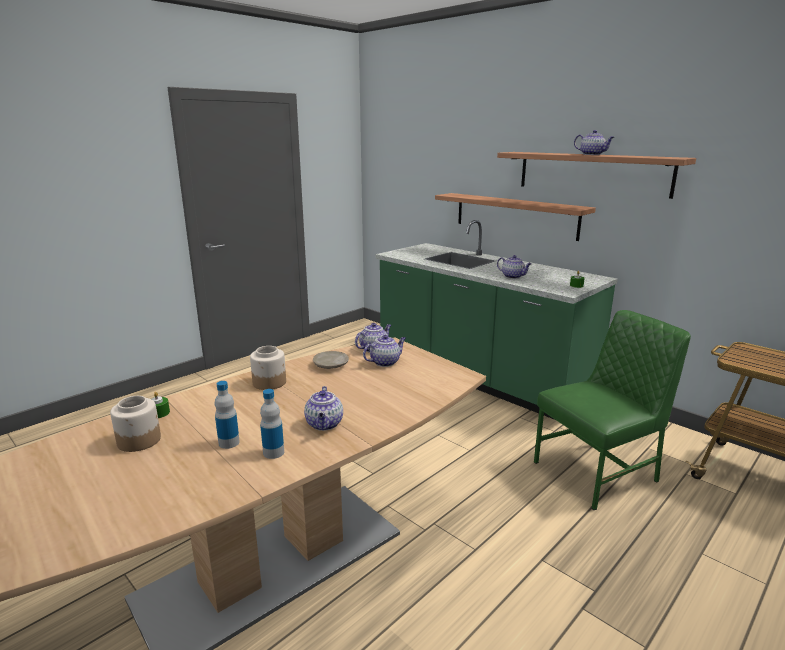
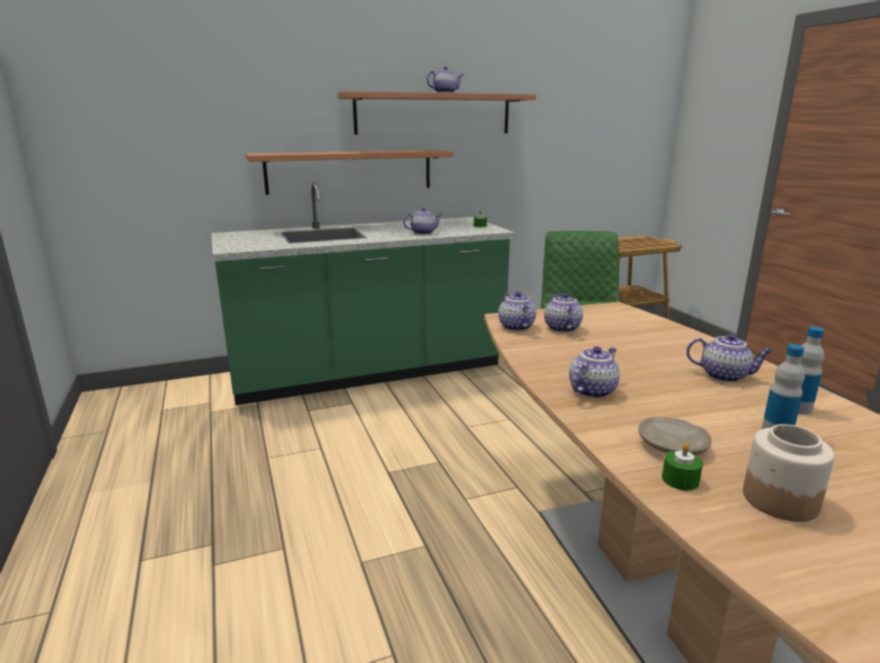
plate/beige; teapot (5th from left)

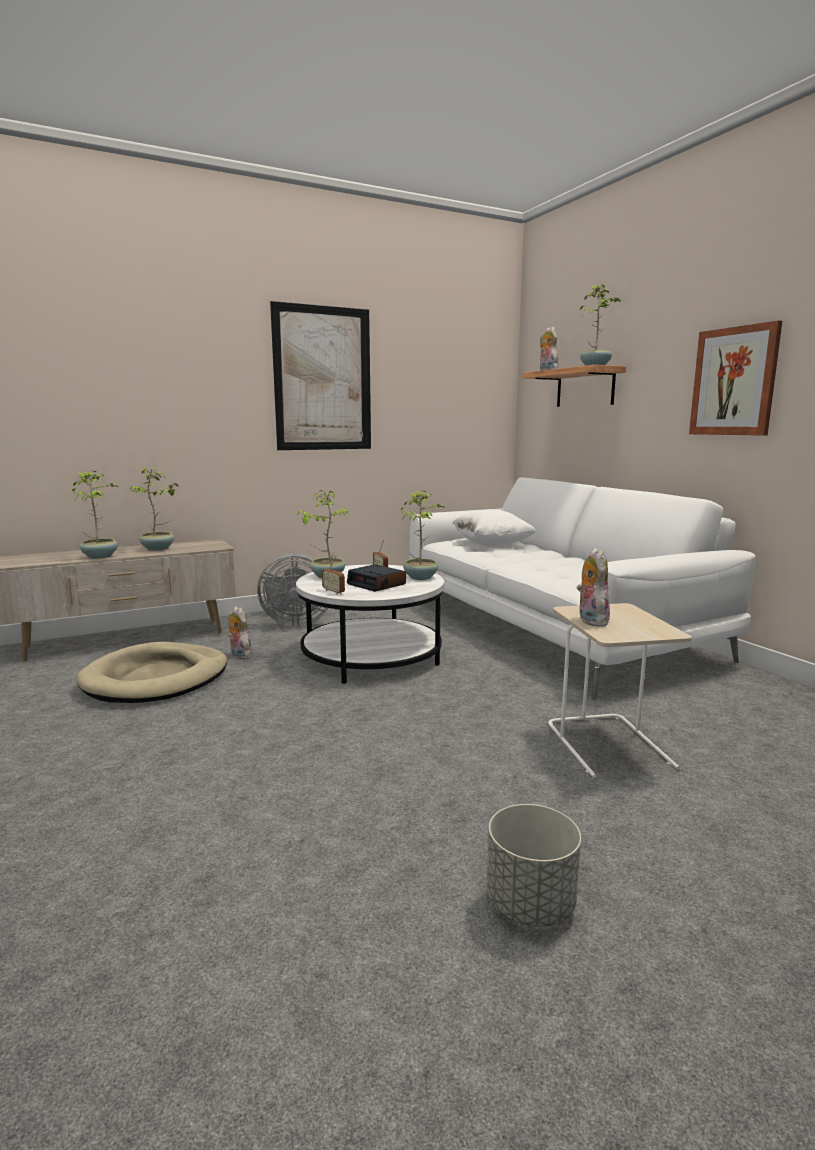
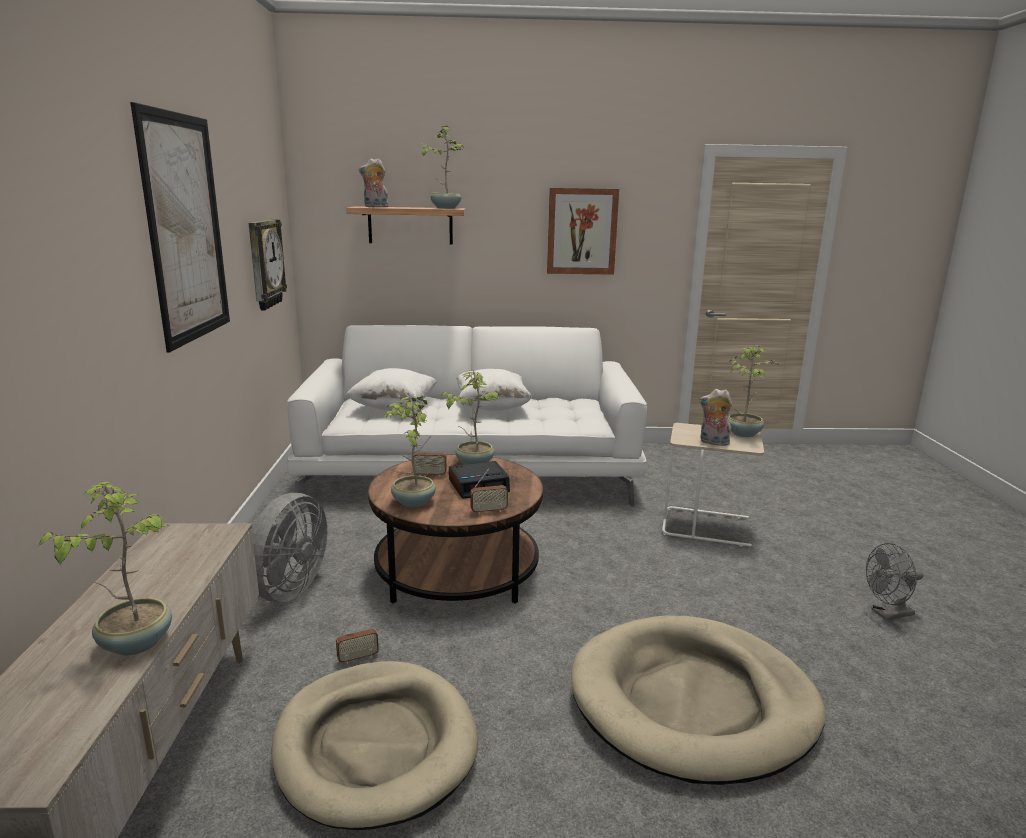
wall clock; pillow/white (2nd from left); dog bed/beige (2nd from left); potted plant (5th from left); radio (1st from left); fan/grey (2nd from left); coffee table/brown

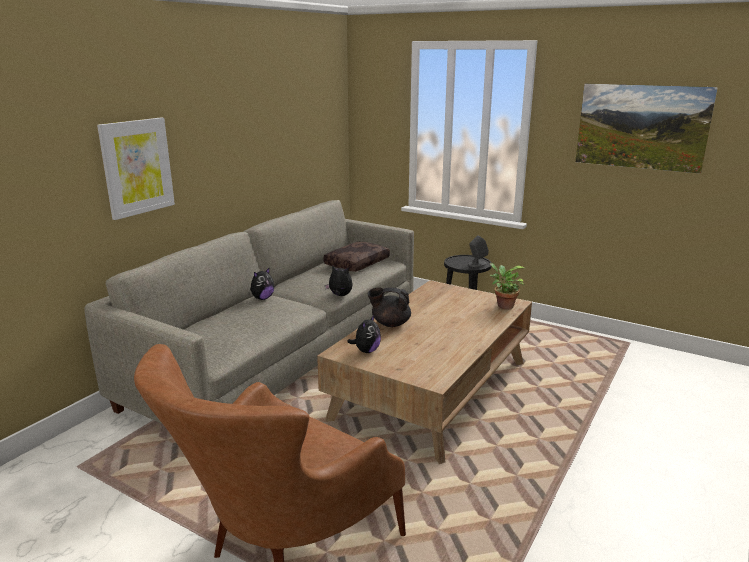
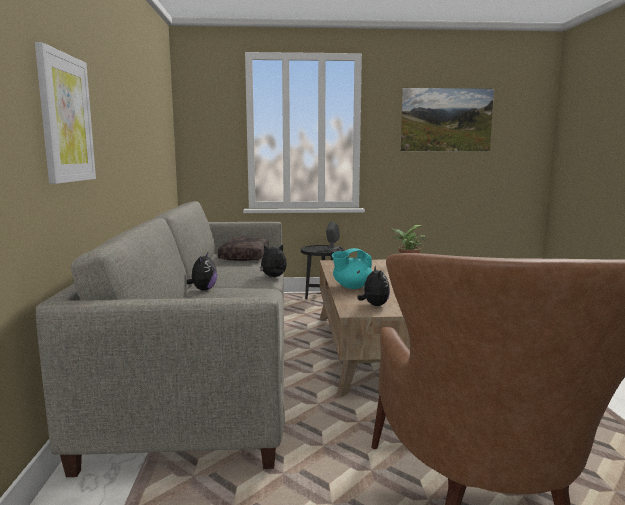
teapot/turquoise

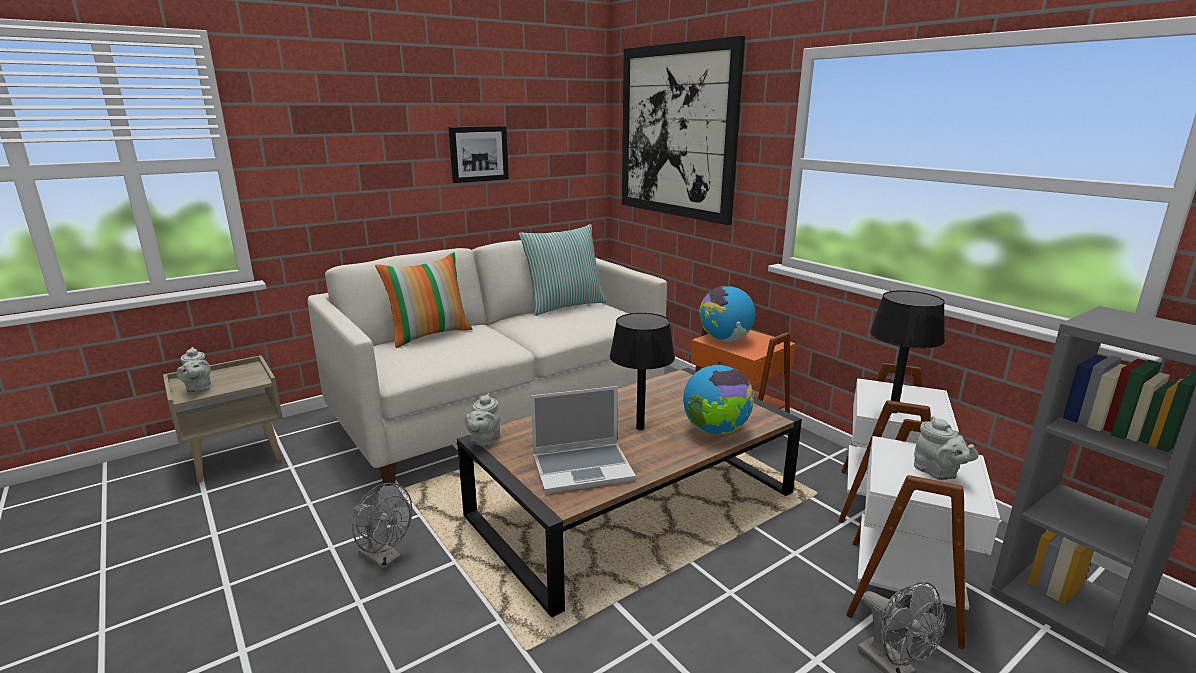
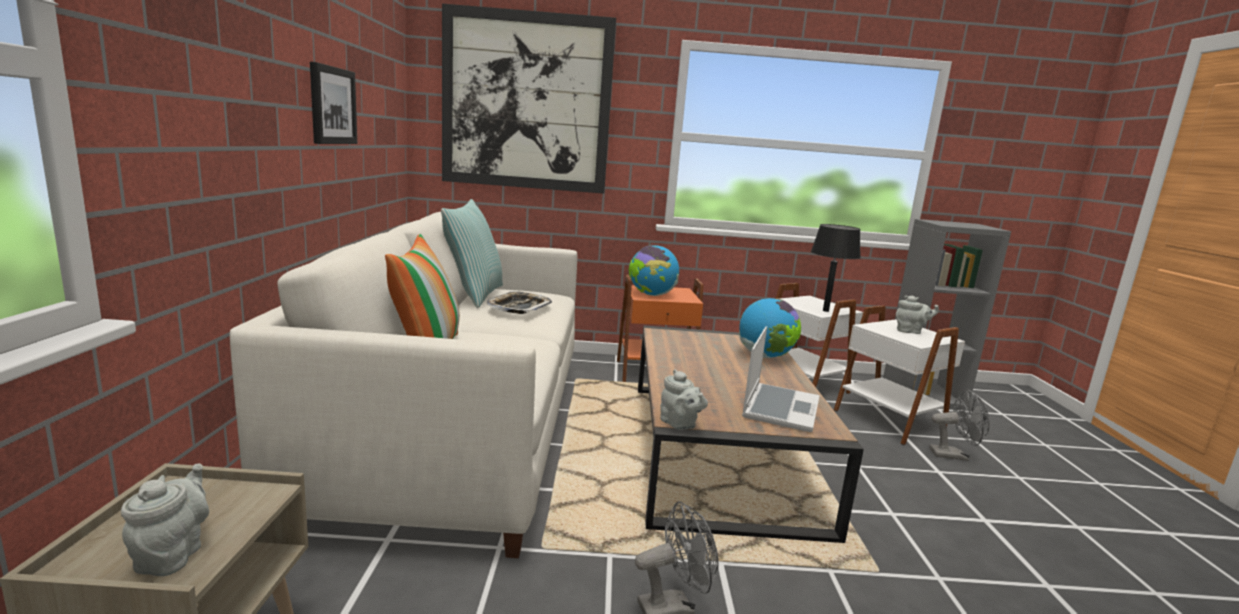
table lamp/black (1st from left in the first image); tray; teapot/grey (1st from left)

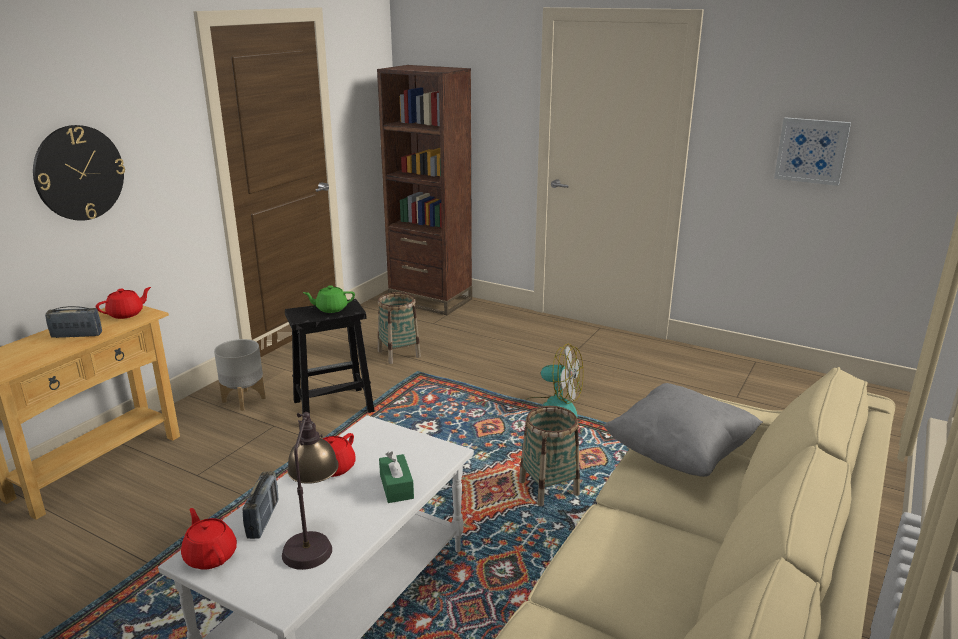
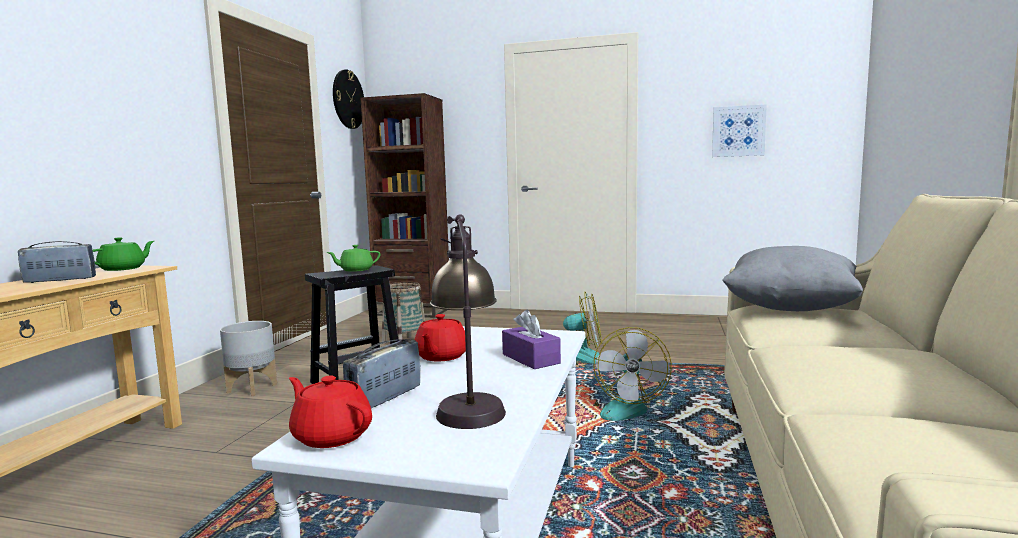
wall clock; fan (2nd from left); teapot/green (1st from left); tissue box/purple; radio (2nd from left)

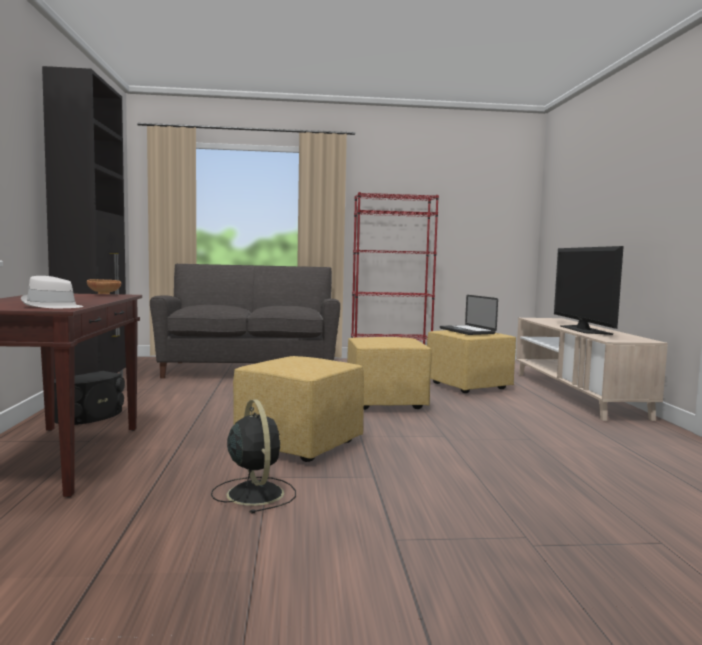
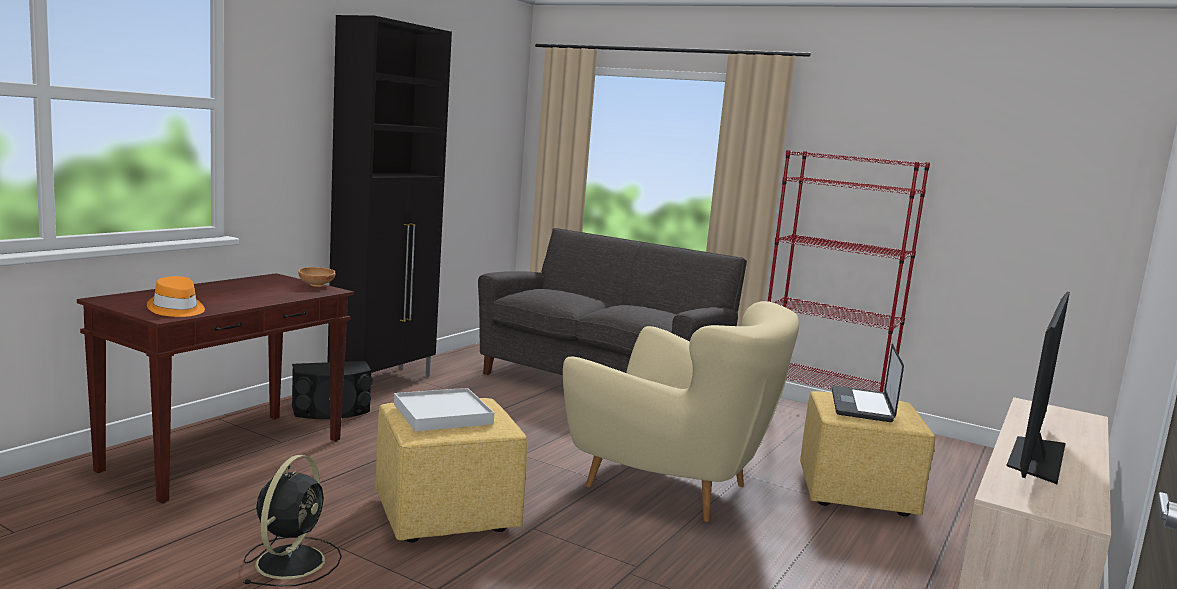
tray/white; armchair/beige; hat/orange

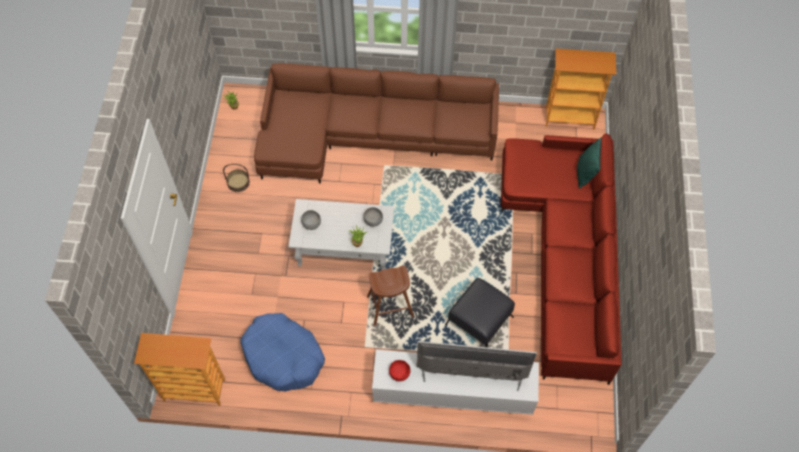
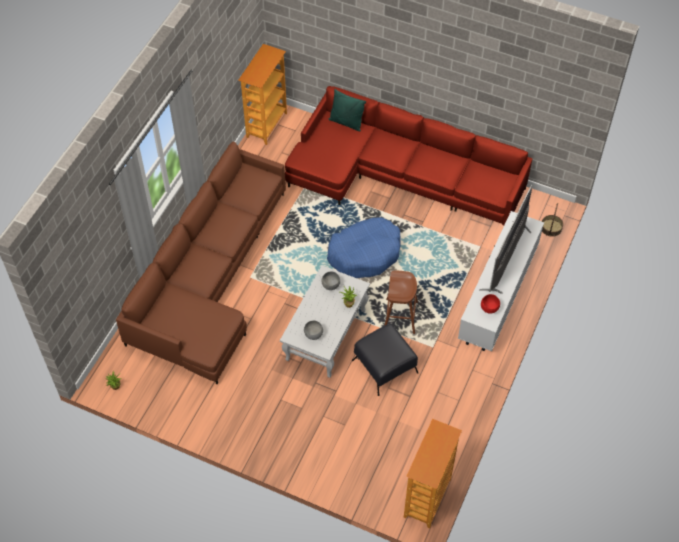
basket; dog bed/blue; ottoman/black

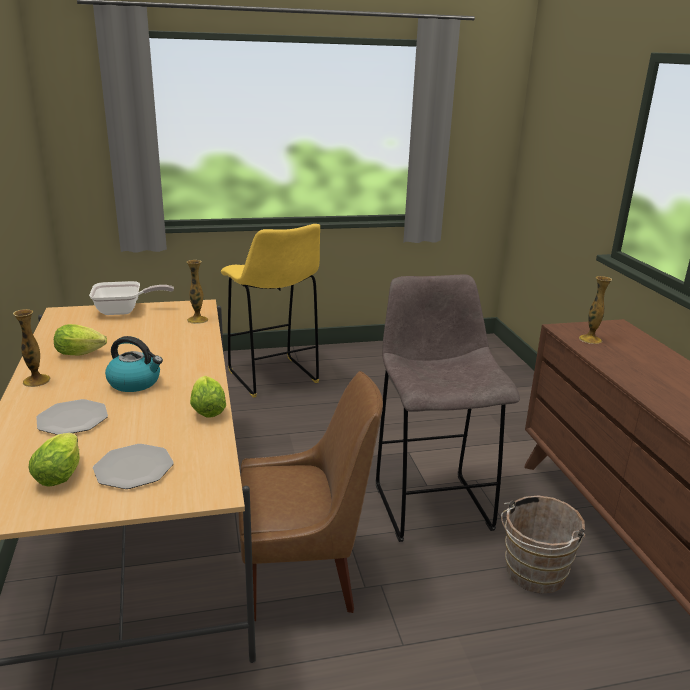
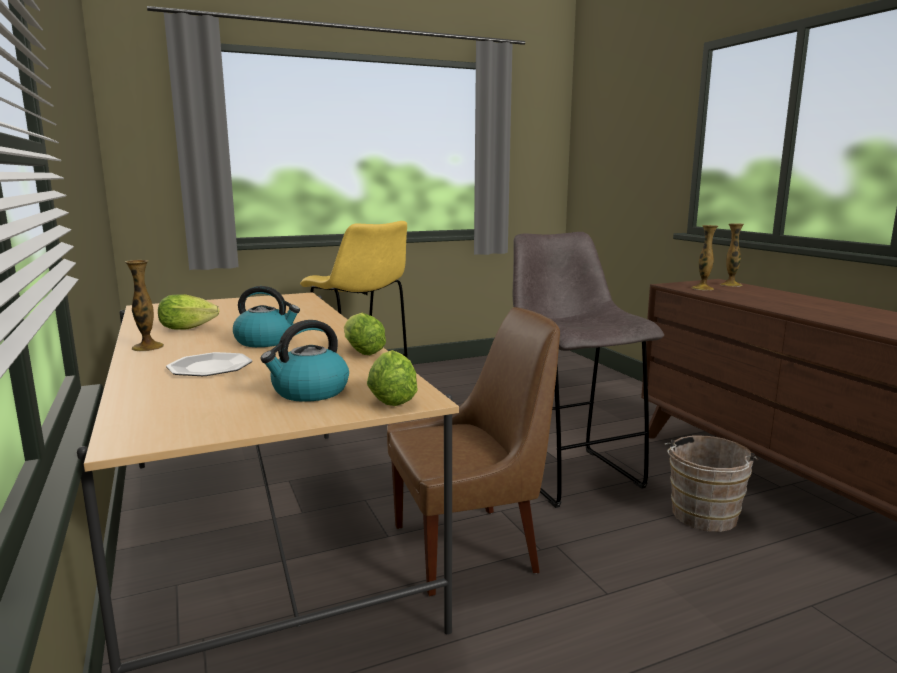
frying pan; lettuce (3rd from left); vase (3rd from left); kettle (2nd from left)

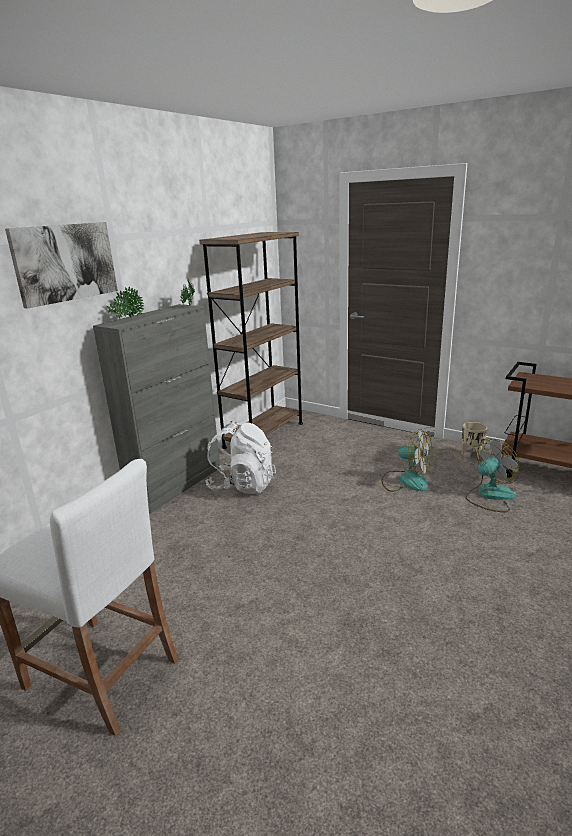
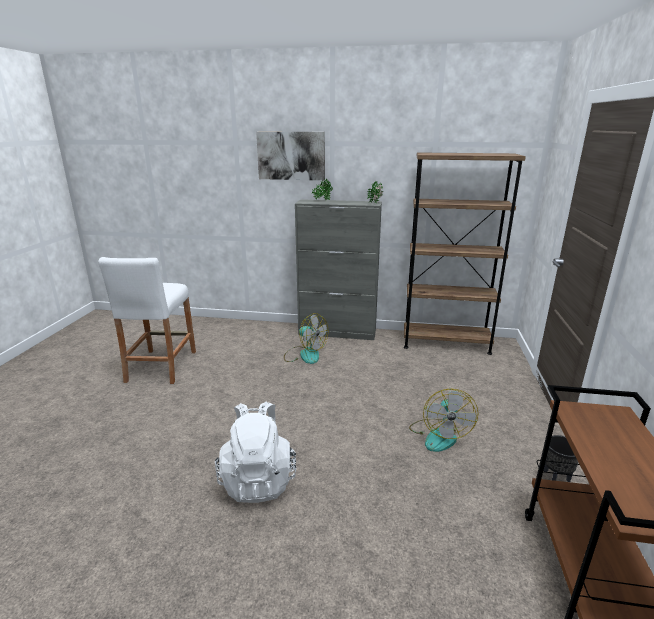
backpack/white; fan (1st from left); planter/black

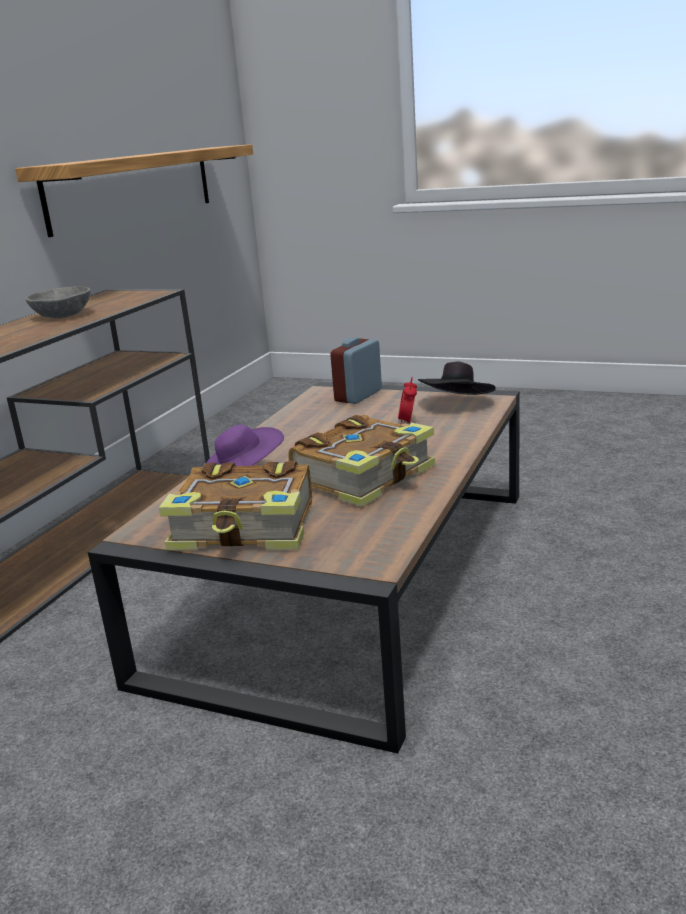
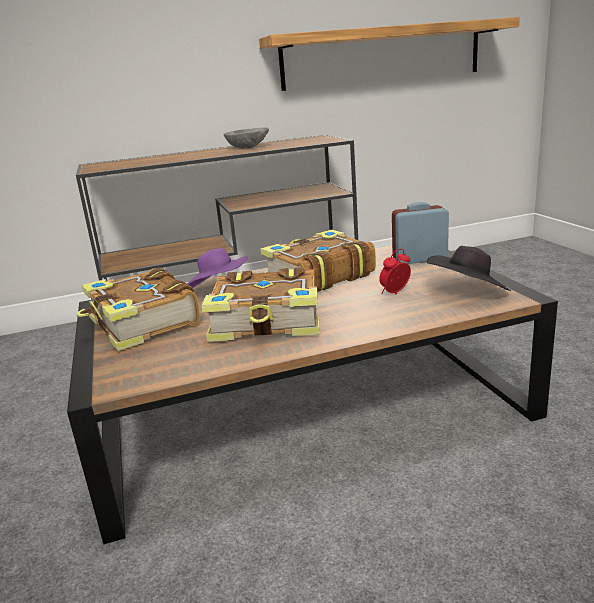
book (3rd from left)

